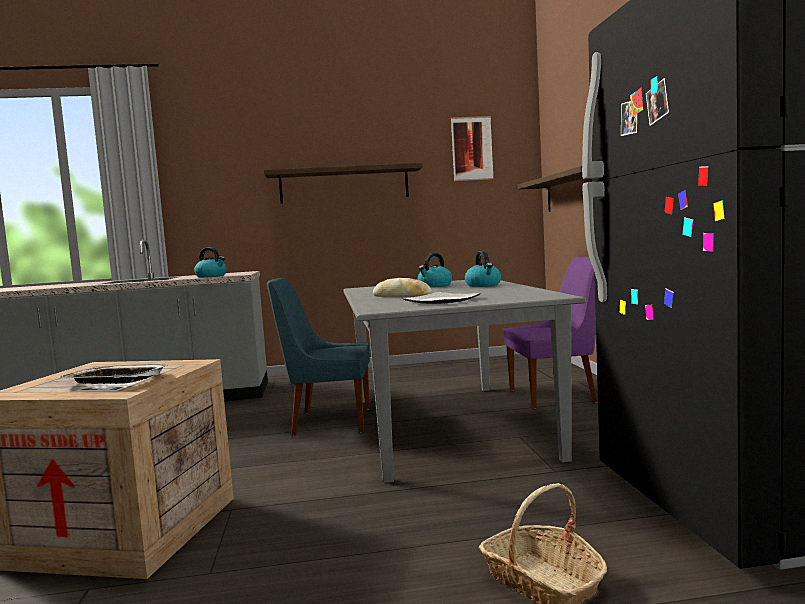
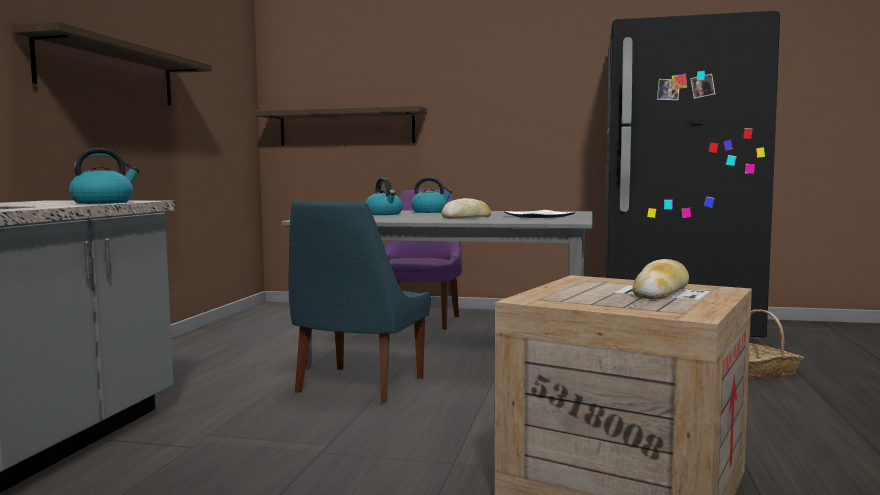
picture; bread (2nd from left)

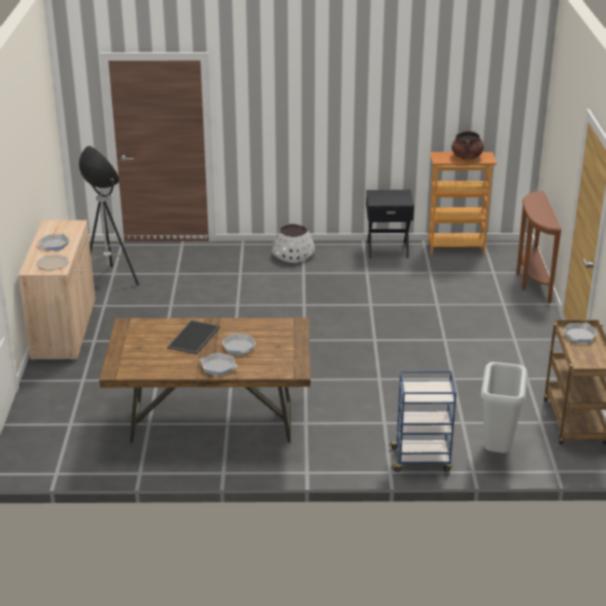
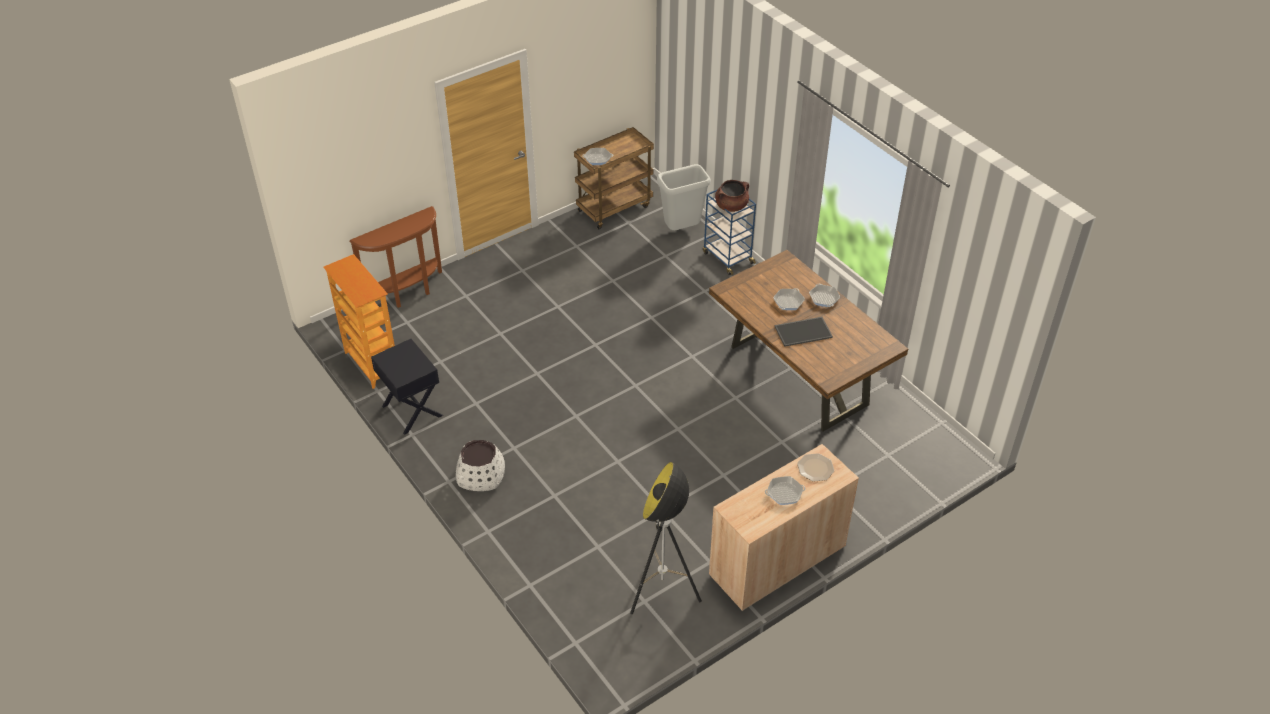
cooking pot/brown

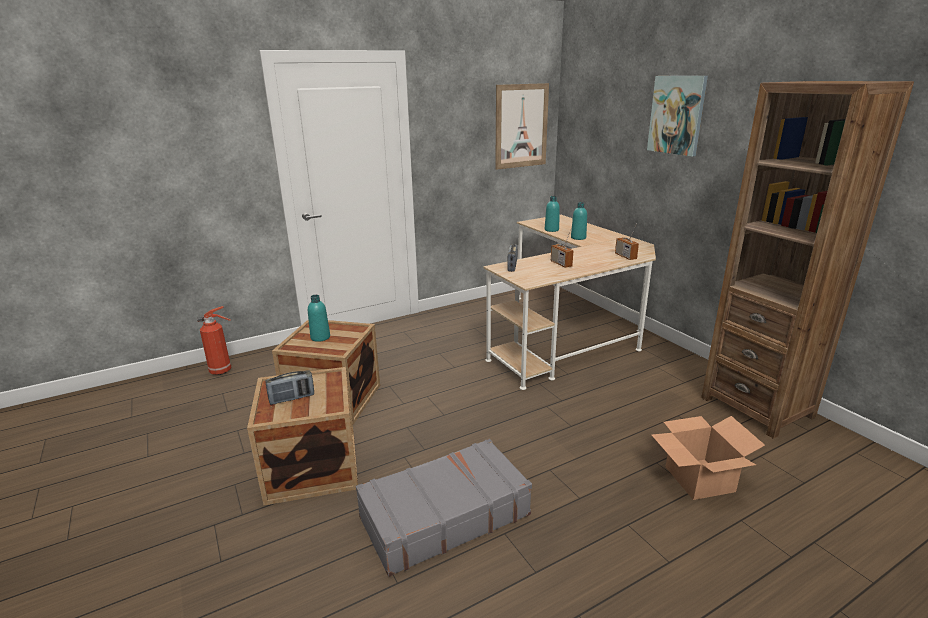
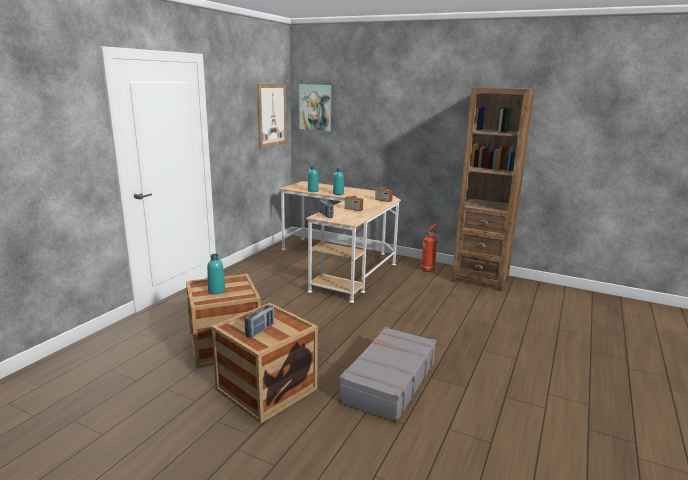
cardboard box; fire extinguisher; picture (2nd from left)

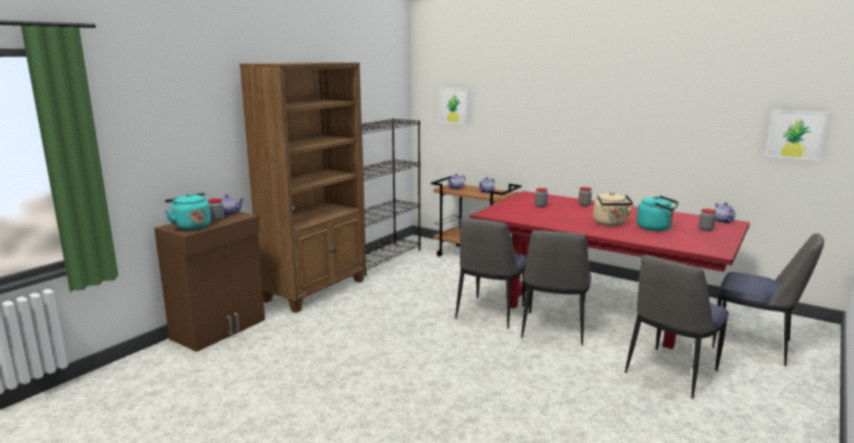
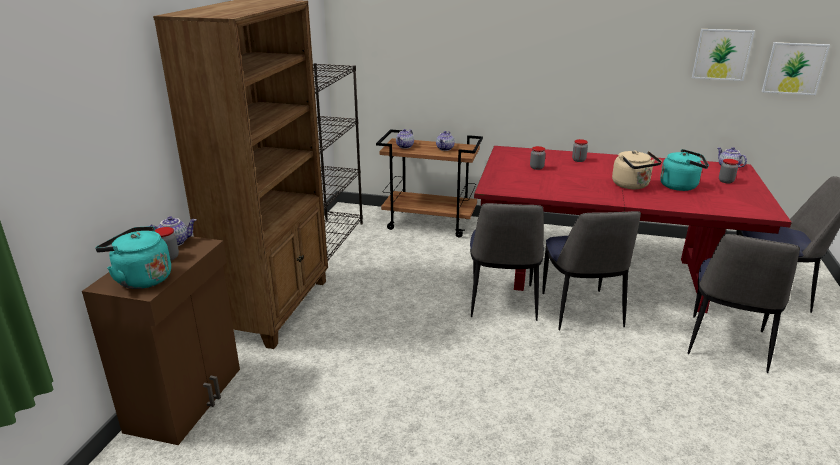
picture (1st from left)

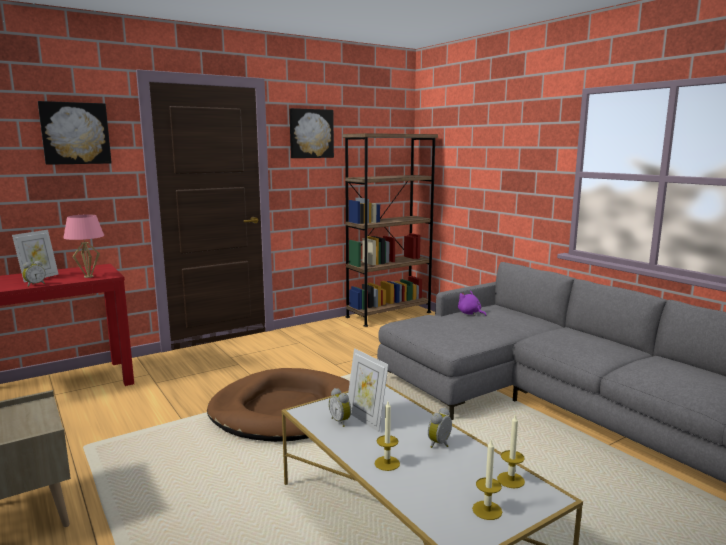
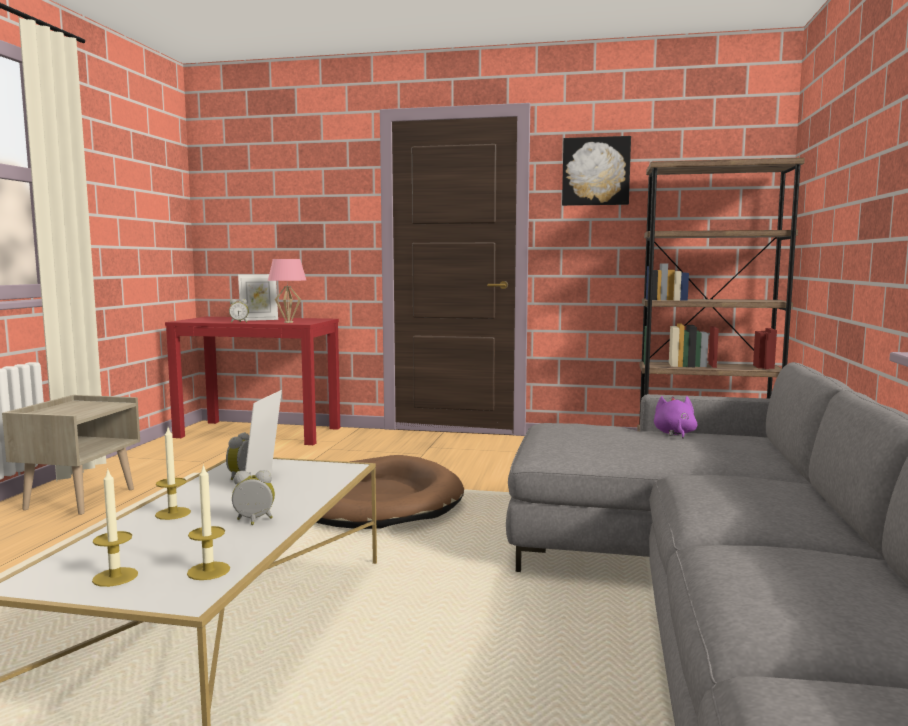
picture (1st from left in the first image)

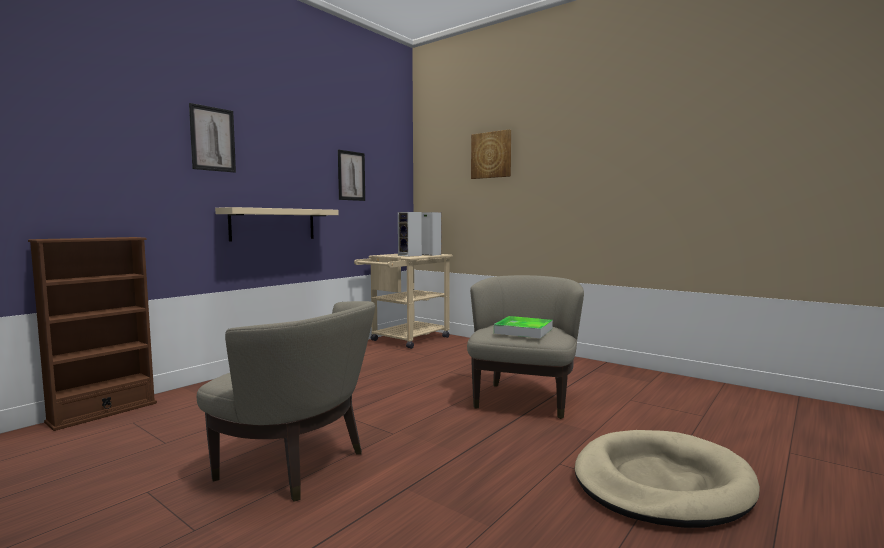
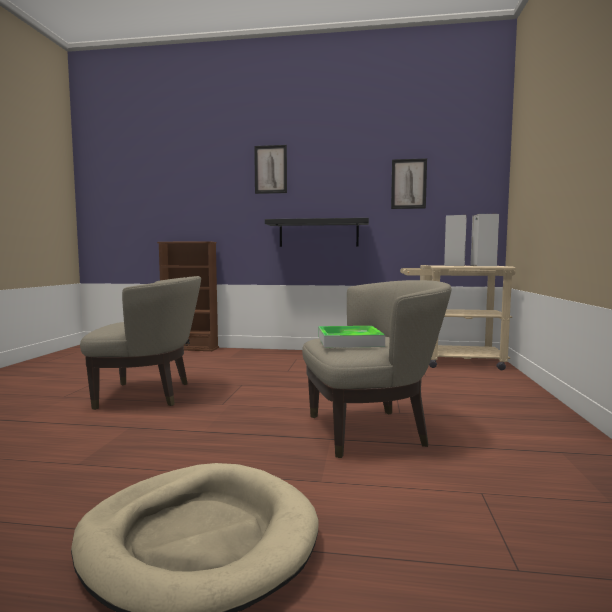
picture (3rd from left in the first image); shelf/black; armchair/beige (1st from left)

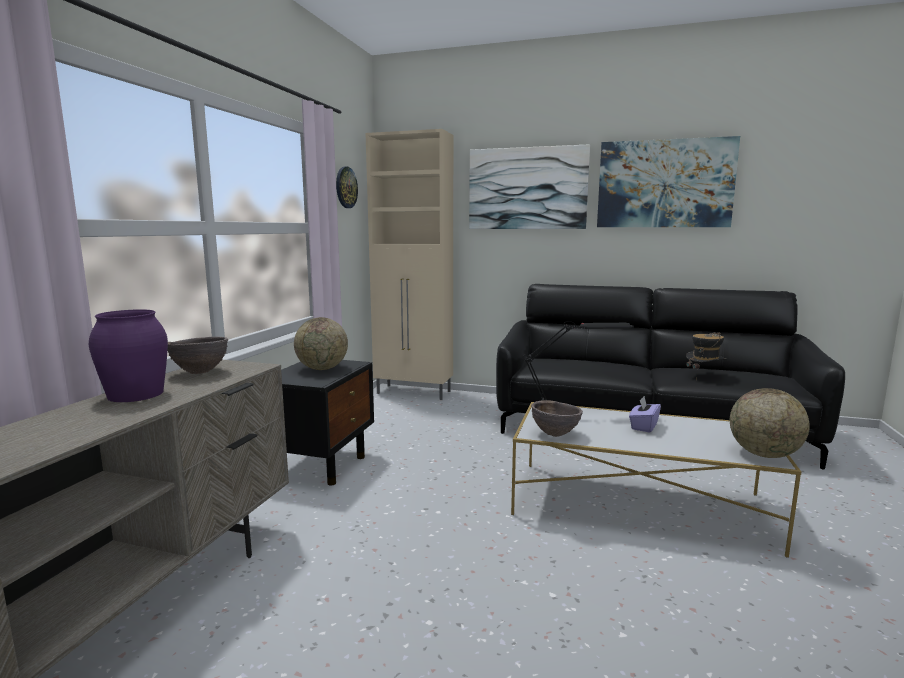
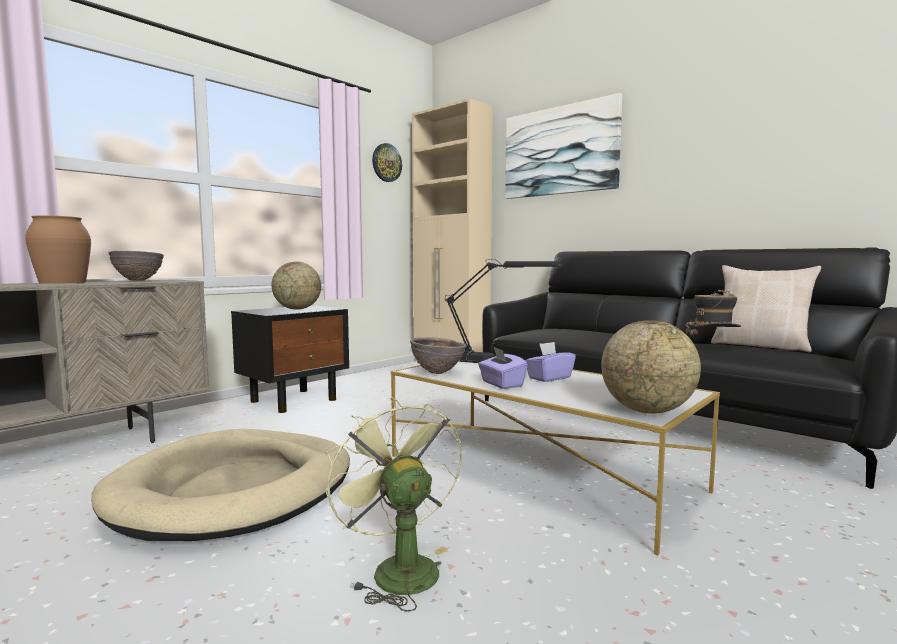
picture (2nd from left in the first image); dog bed/beige; fan/green; tissue box/purple (1st from left); pillow/beige; vase/brown

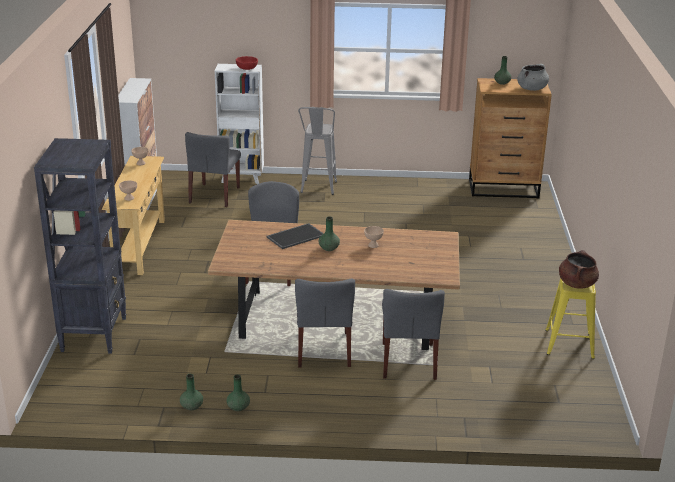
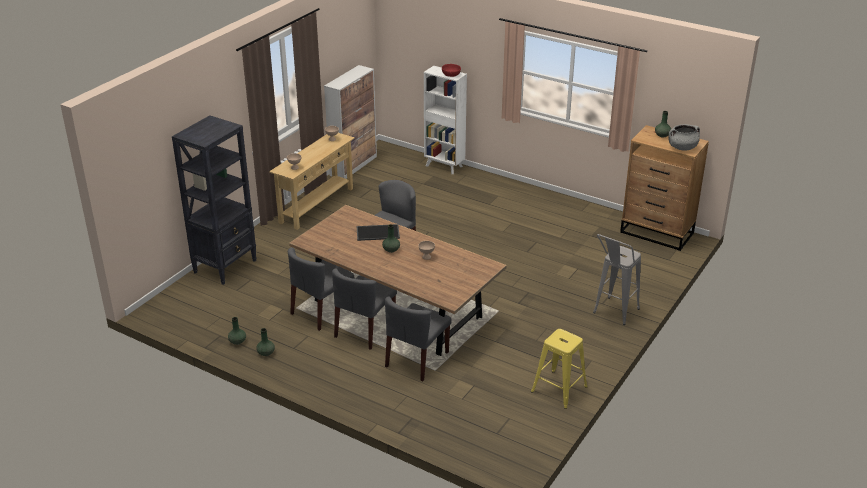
cooking pot/brown; chair/grey (1st from left); stool/grey

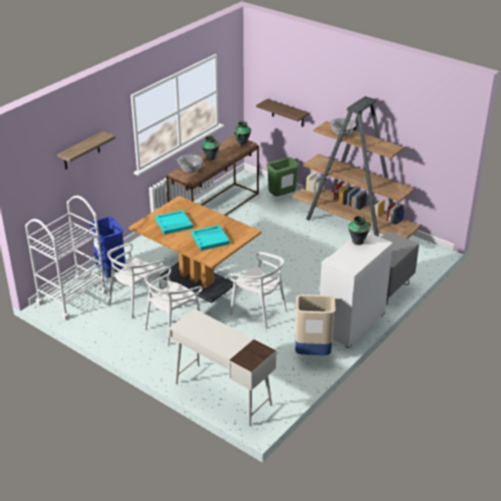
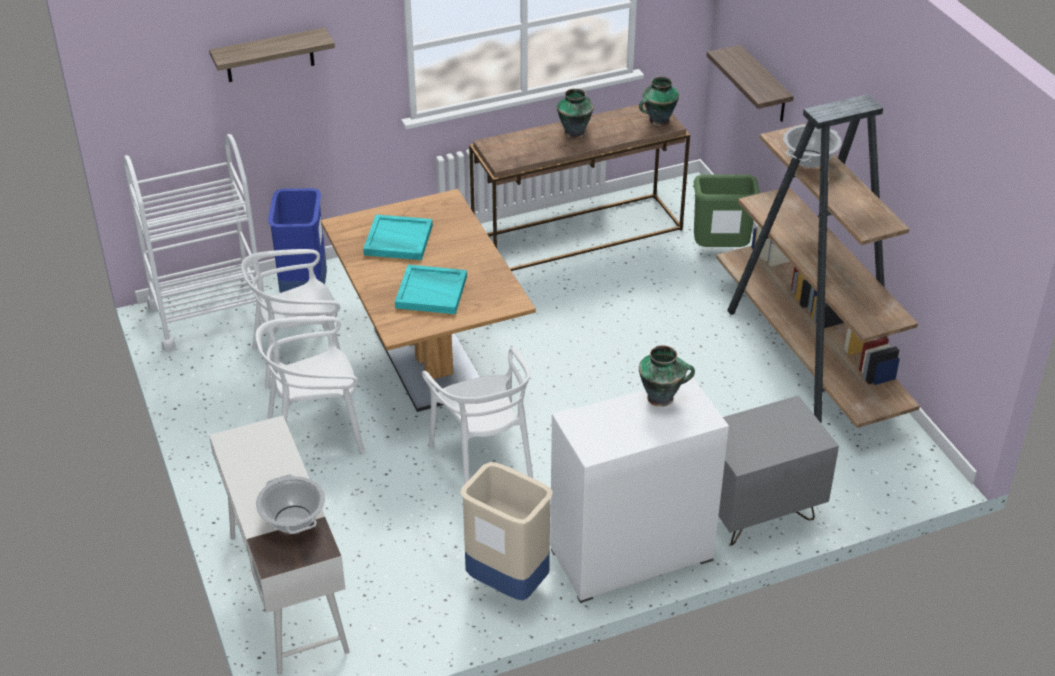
cooking pot (1st from left)

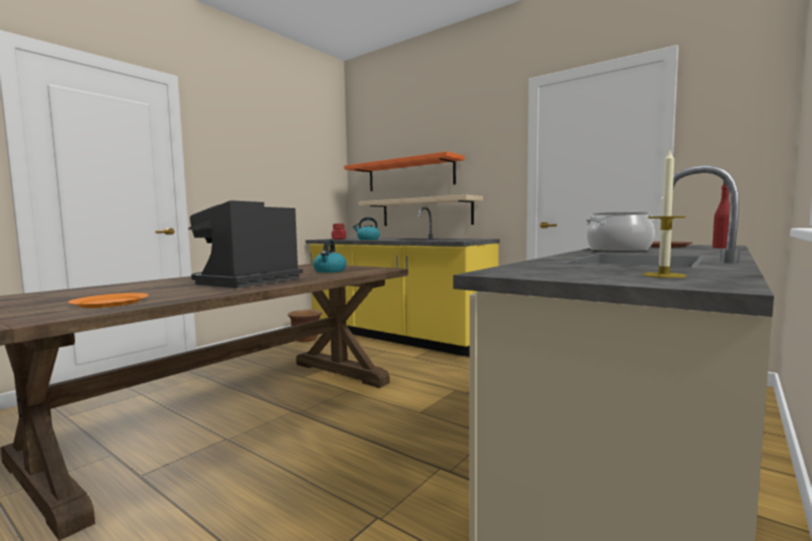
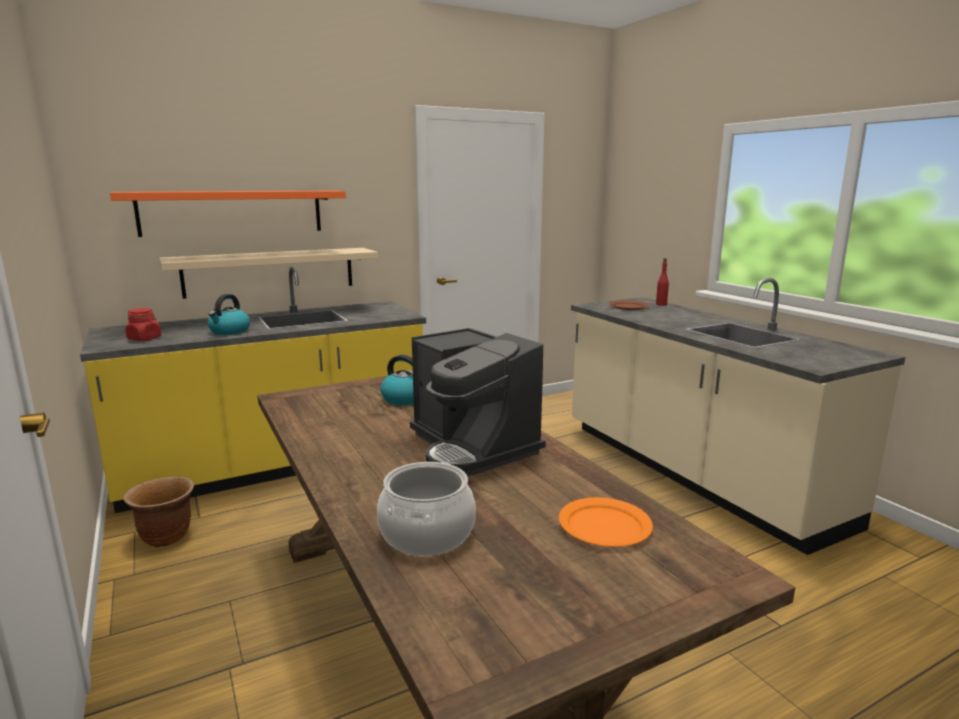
candle; cooking pot

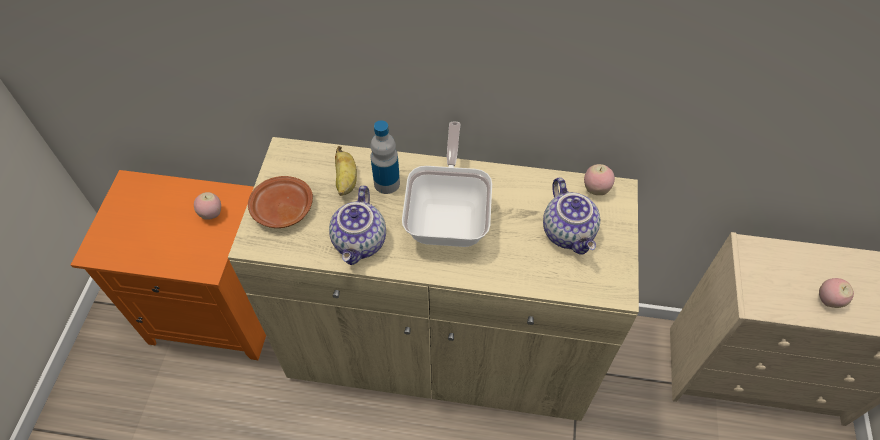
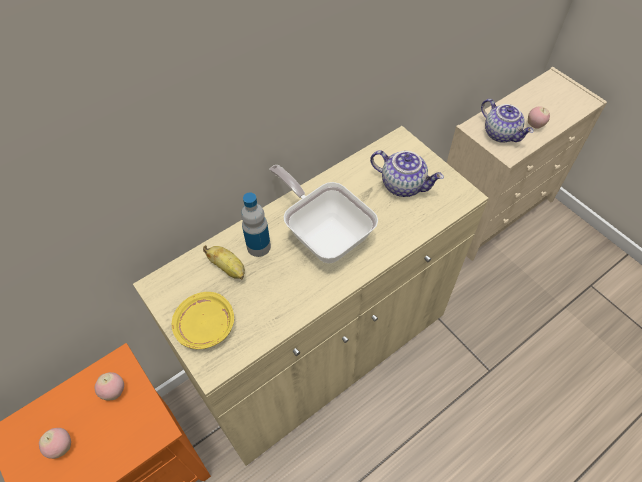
teapot (2nd from left); apple (1st from left); plate/yellow

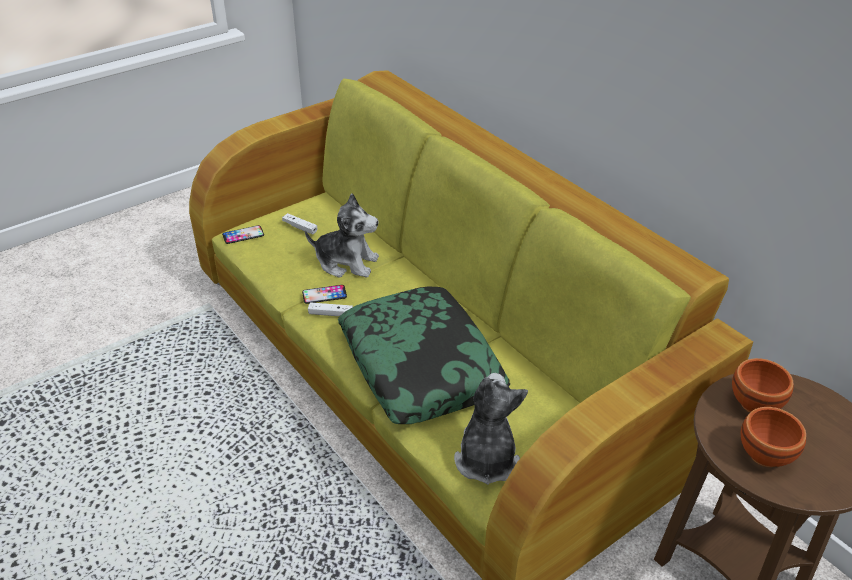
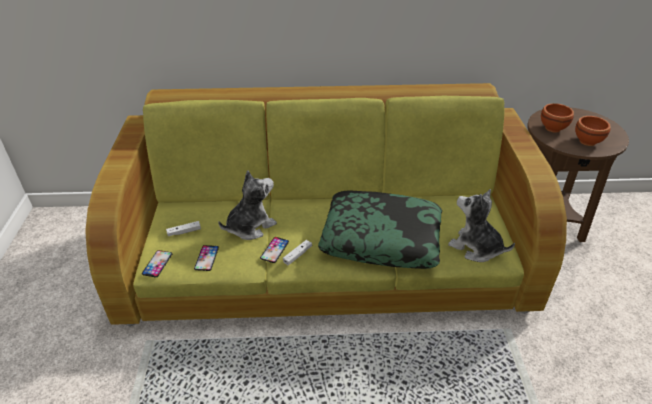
phone (2nd from left)

